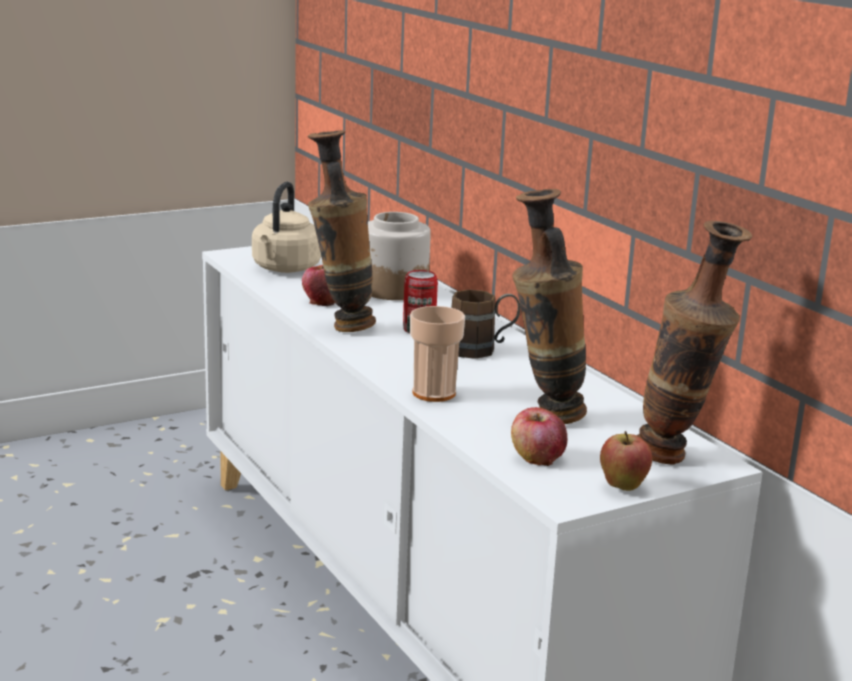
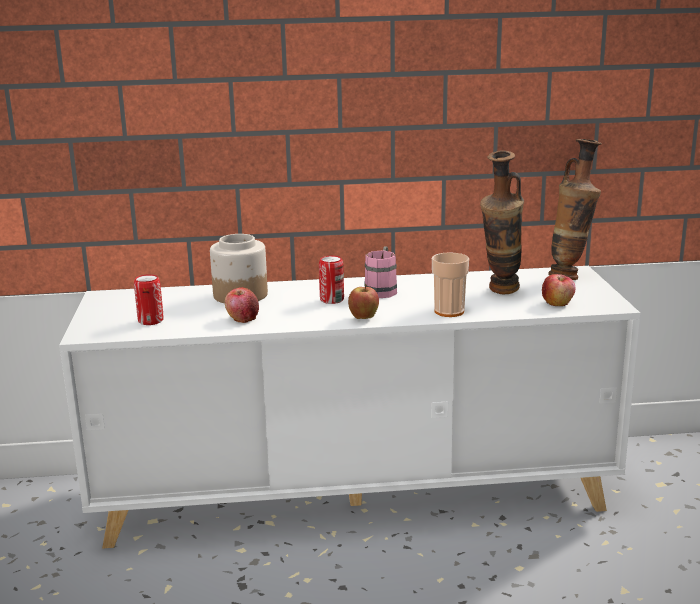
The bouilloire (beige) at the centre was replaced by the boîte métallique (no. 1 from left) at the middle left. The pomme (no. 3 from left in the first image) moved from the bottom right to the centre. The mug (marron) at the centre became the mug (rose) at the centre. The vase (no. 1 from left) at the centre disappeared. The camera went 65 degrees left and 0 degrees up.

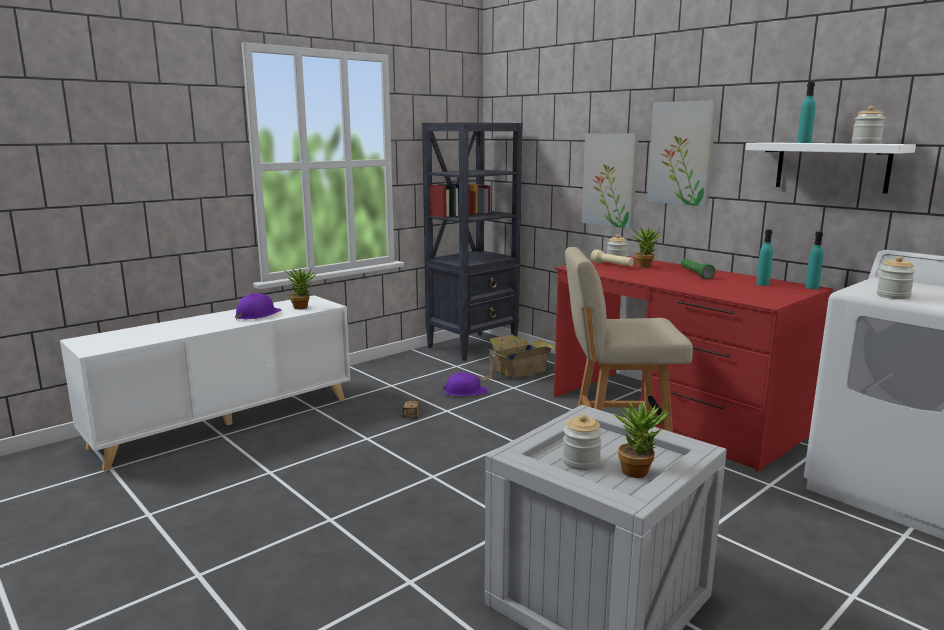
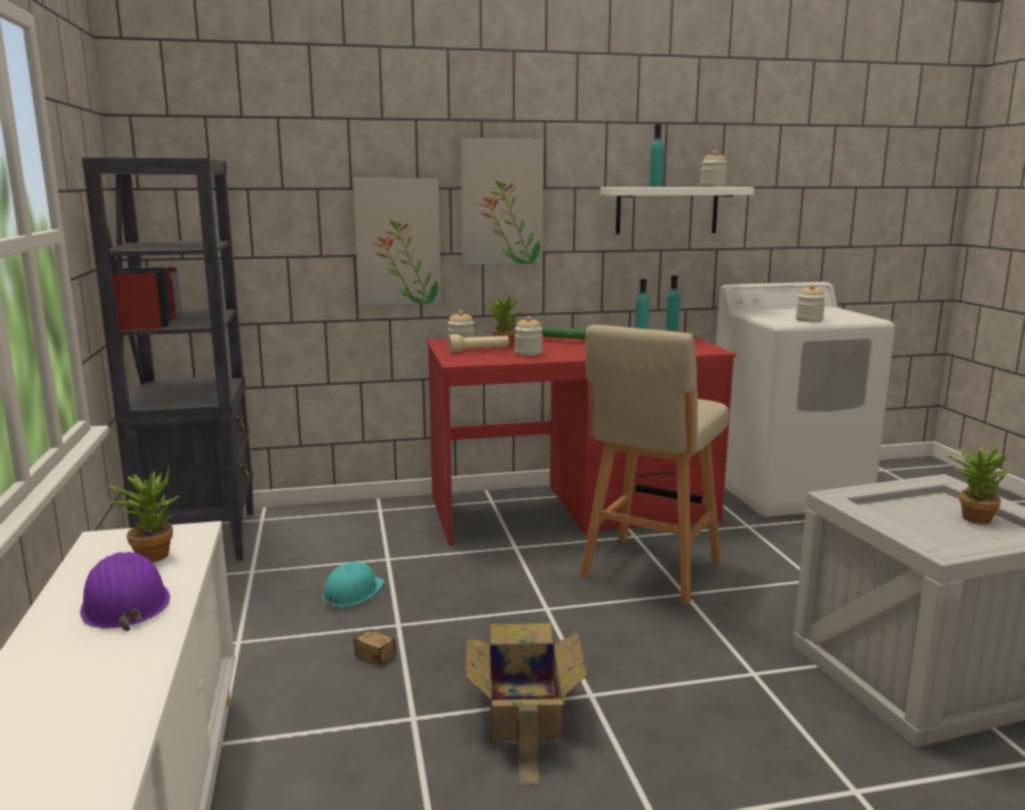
The casque de chantier (violet) (no. 2 from left) at the centre became the casque de chantier (turquoise) at the bottom centre. The carton moved from the centre to the bottom centre. The bocal (no. 1 from left in the first image) moved from the bottom centre to the centre. The camera went 60 degrees left and 0 degrees up.

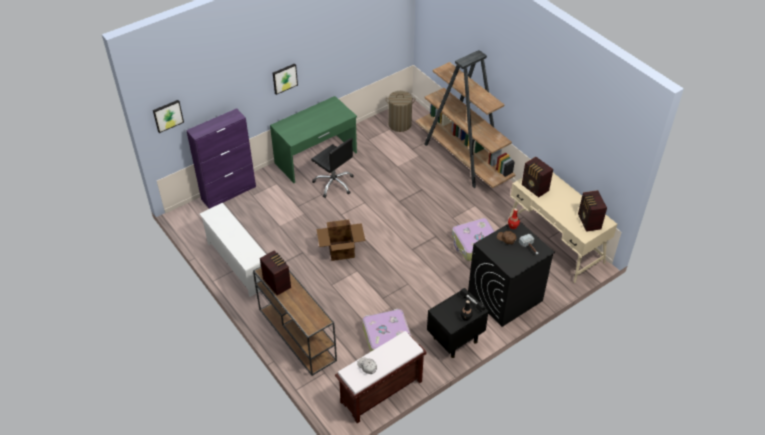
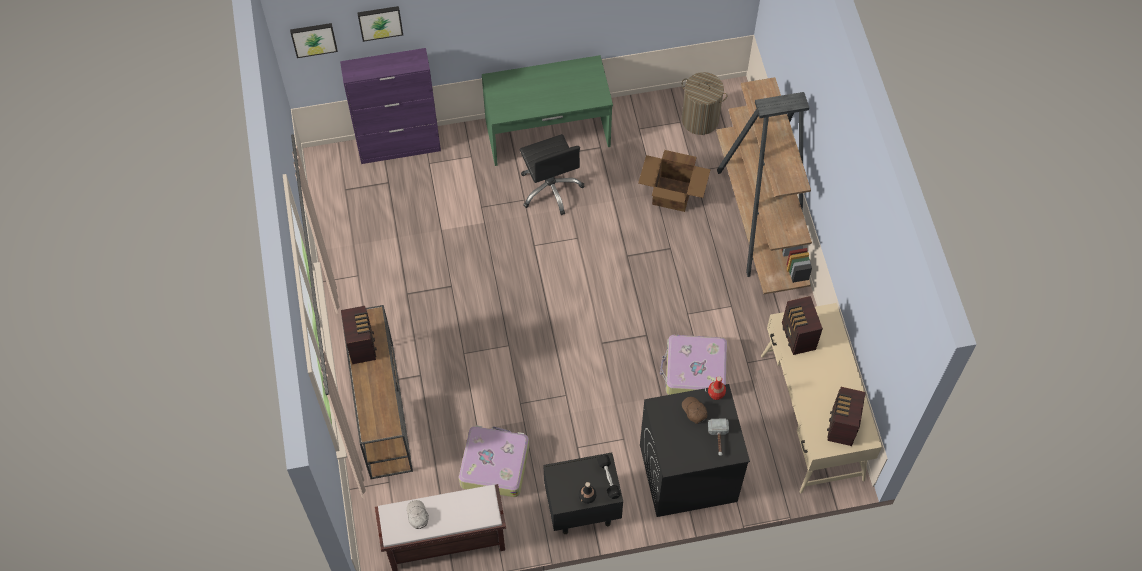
The tableau (no. 2 from left) moved from the top centre to the top left. The carton moved from the centre to the top centre. The étagère à chaussures (blanc) at the middle left disappeared. The camera went 25 degrees right and 15 degrees up.

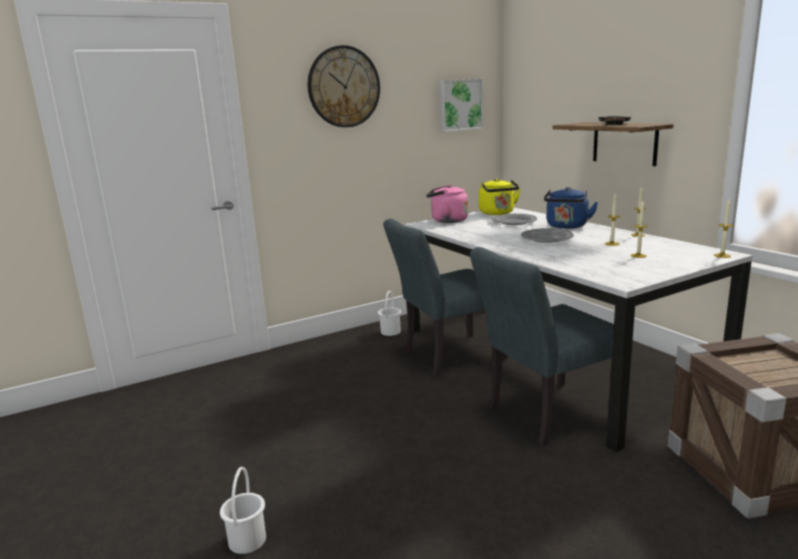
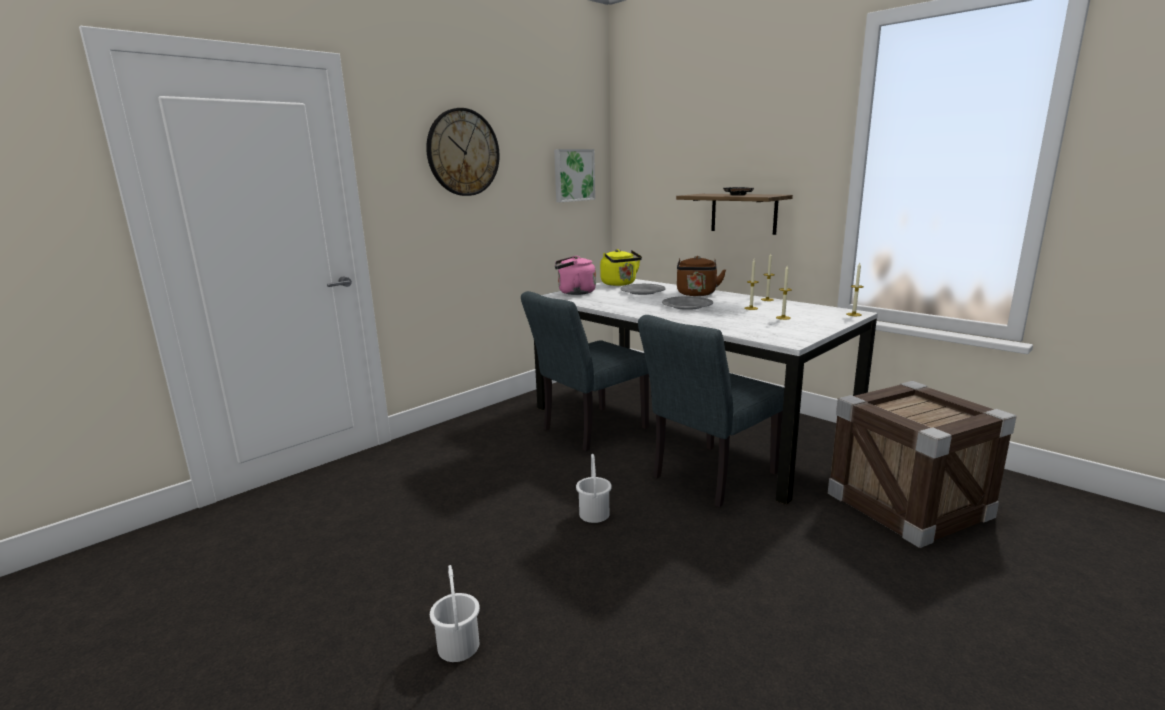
The seau (blanc) (no. 2 from left) moved from the centre to the bottom centre. The bouilloire (bleu) at the middle right became the bouilloire (marron) at the centre. The camera went 15 degrees left and 0 degrees up.

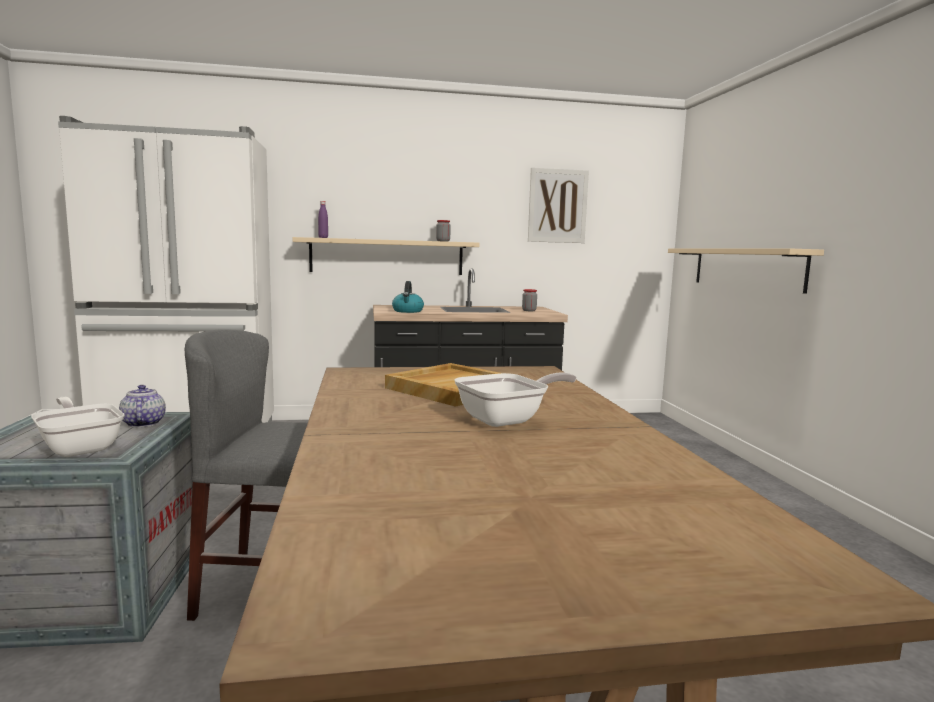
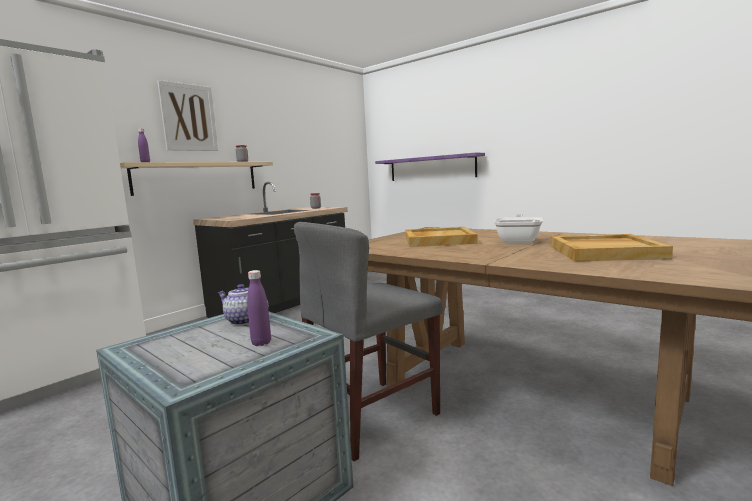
The tableau moved from the top centre to the top left. The poêle (no. 1 from left) at the middle left was replaced by the bouteille (violet) (no. 2 from left) at the centre. The étagère (beige) (no. 2 from left) at the middle right became the étagère (violet) at the centre. The plateau (beige) (no. 2 from left) at the middle right appeared. The bouilloire at the centre disappeared. The camera went 40 degrees left and 0 degrees up.

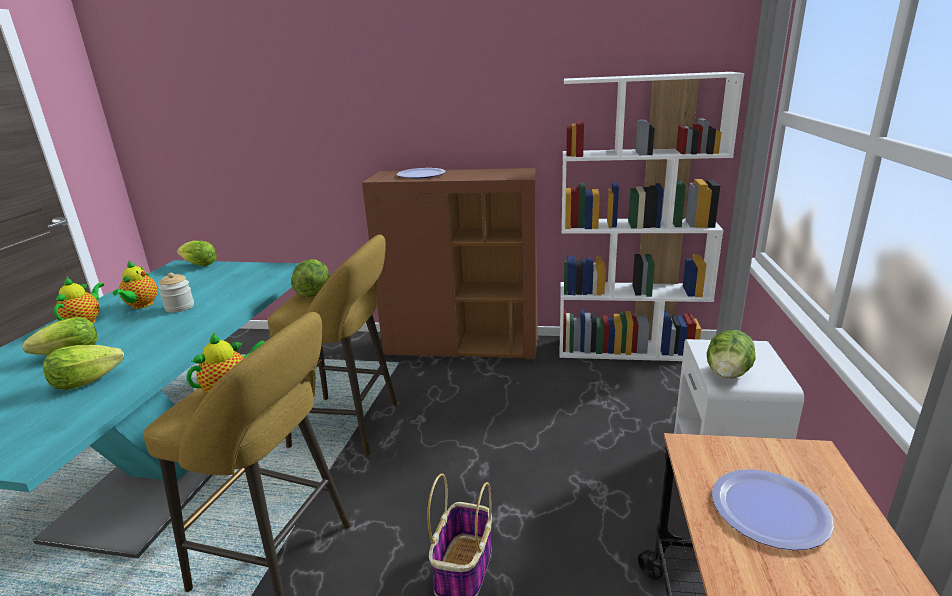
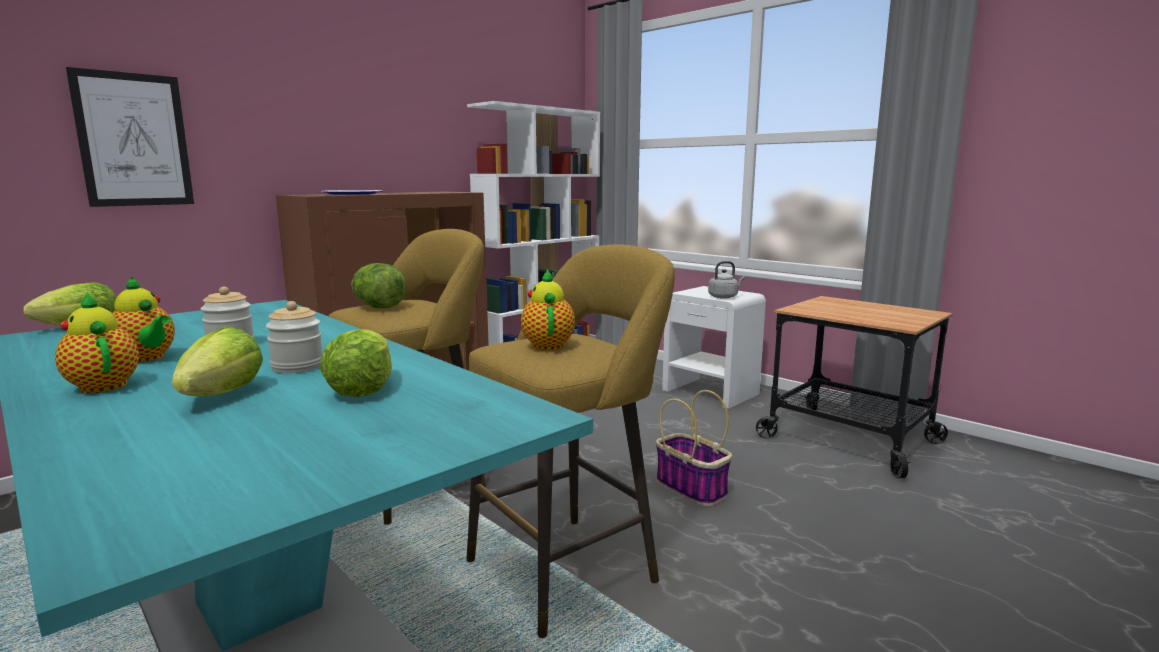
The tableau at the top left appeared. The bocal (no. 2 from left) at the middle left appeared. The laitue (no. 5 from left) at the middle right was replaced by the bouilloire (gris) at the centre. The assiette (no. 2 from left) at the bottom right disappeared. The camera went 55 degrees left and 10 degrees down.

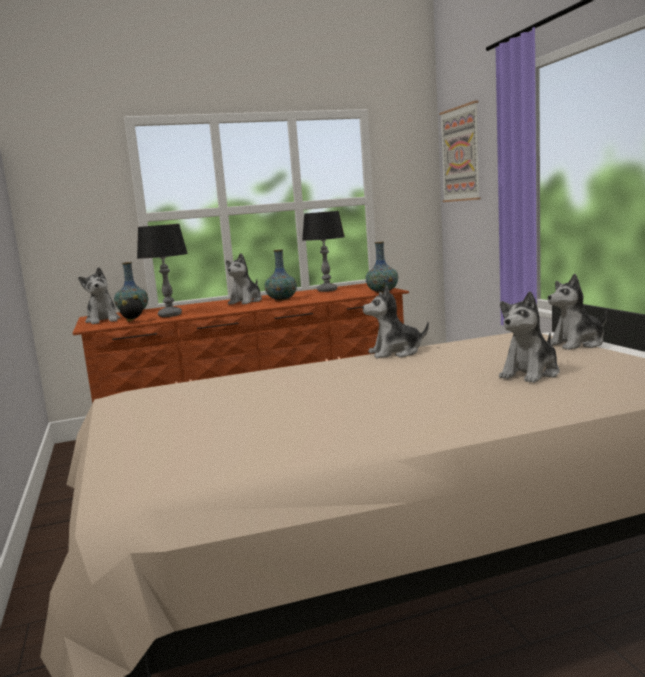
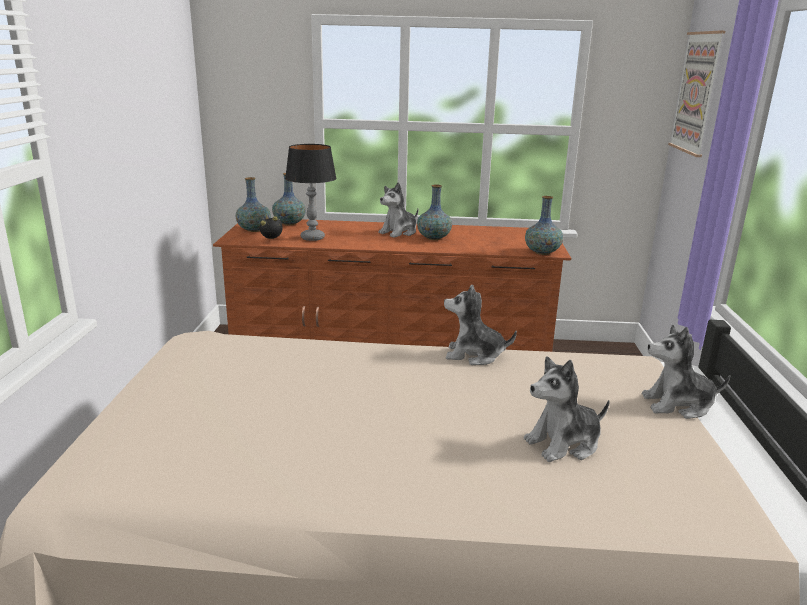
The peluche (no. 1 from left) at the middle left was replaced by the vase (no. 1 from left) at the middle left. The lampe de table (no. 2 from left) at the centre disappeared. The camera went 20 degrees right and 10 degrees up.

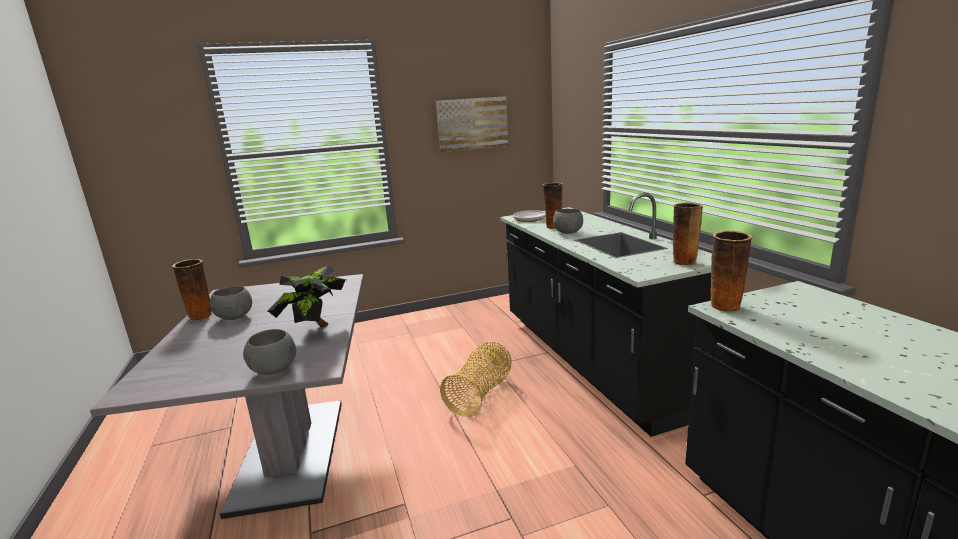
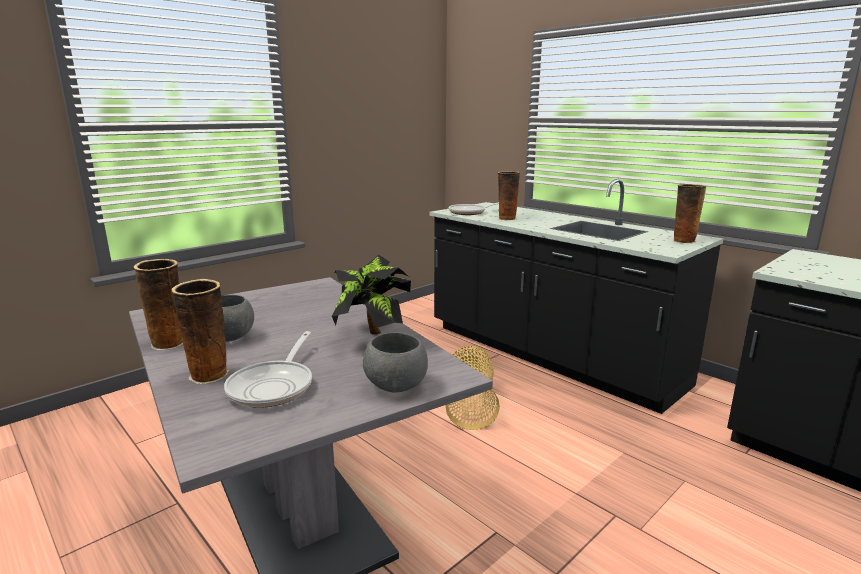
The vase (no. 4 from left in the first image) moved from the middle right to the middle left. The poêle (no. 1 from left) at the middle left appeared. The tableau at the top centre disappeared. The bol (gris) (no. 3 from left) at the centre disappeared. The camera went 25 degrees left and 0 degrees up.

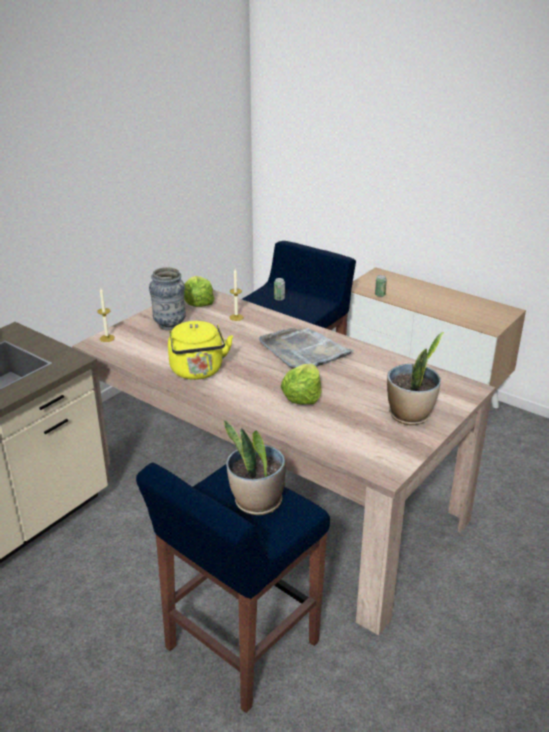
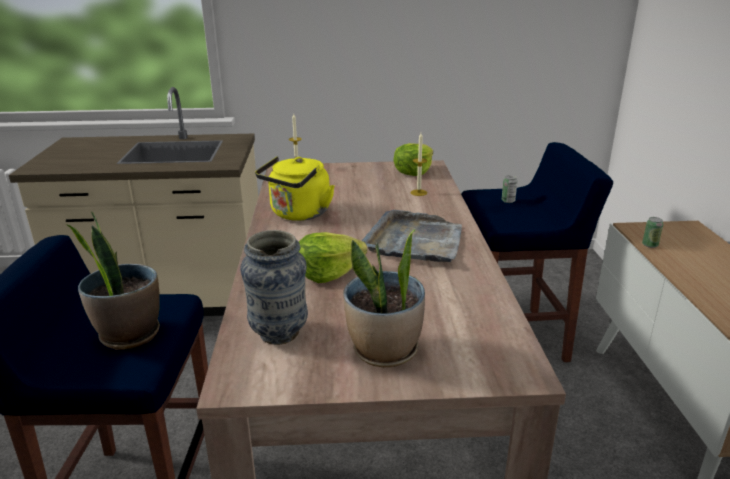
The vase moved from the middle left to the centre. The camera went 50 degrees right and 5 degrees down.

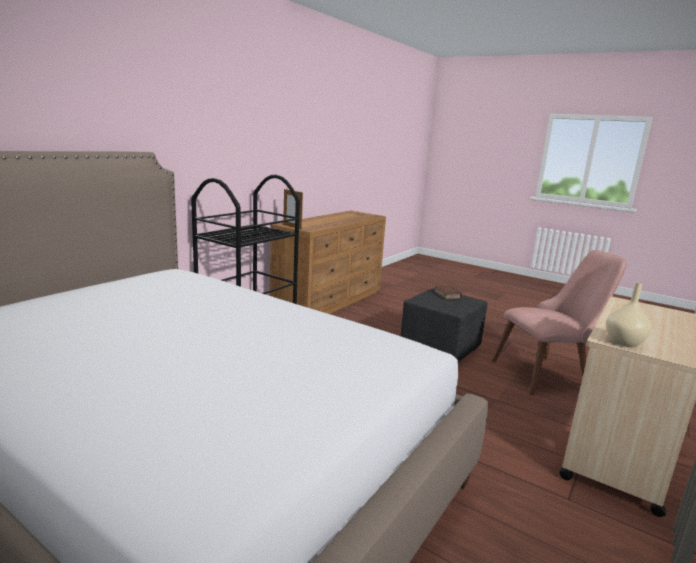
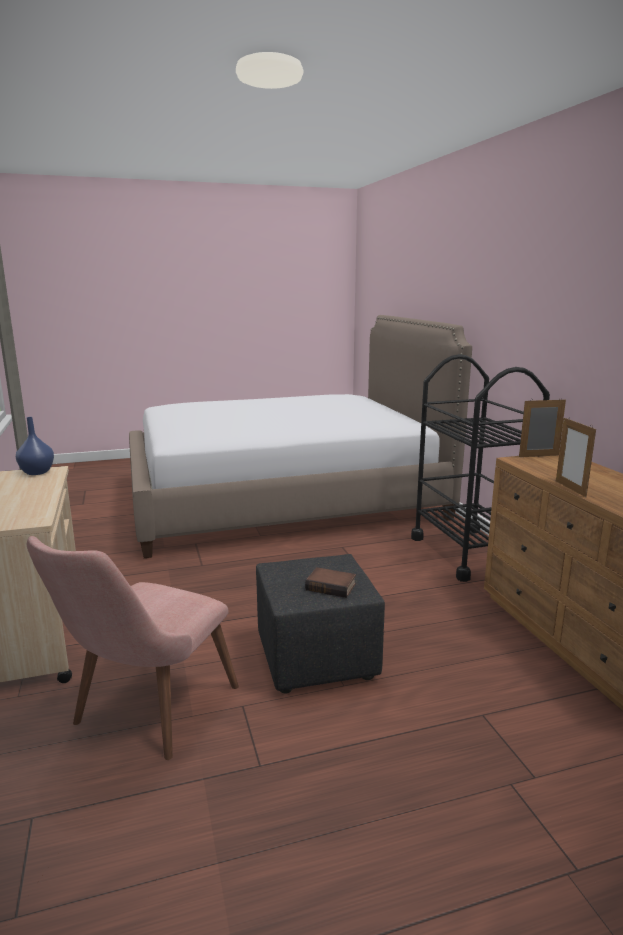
The vase (beige) at the middle right became the vase (bleu) at the middle left. The cadre photo (no. 2 from left) at the middle right appeared. The camera went 130 degrees right and 0 degrees up.

